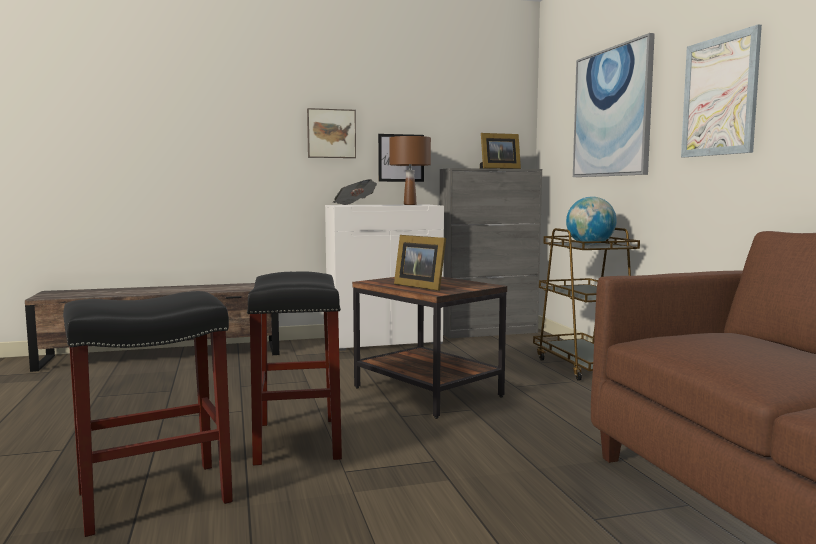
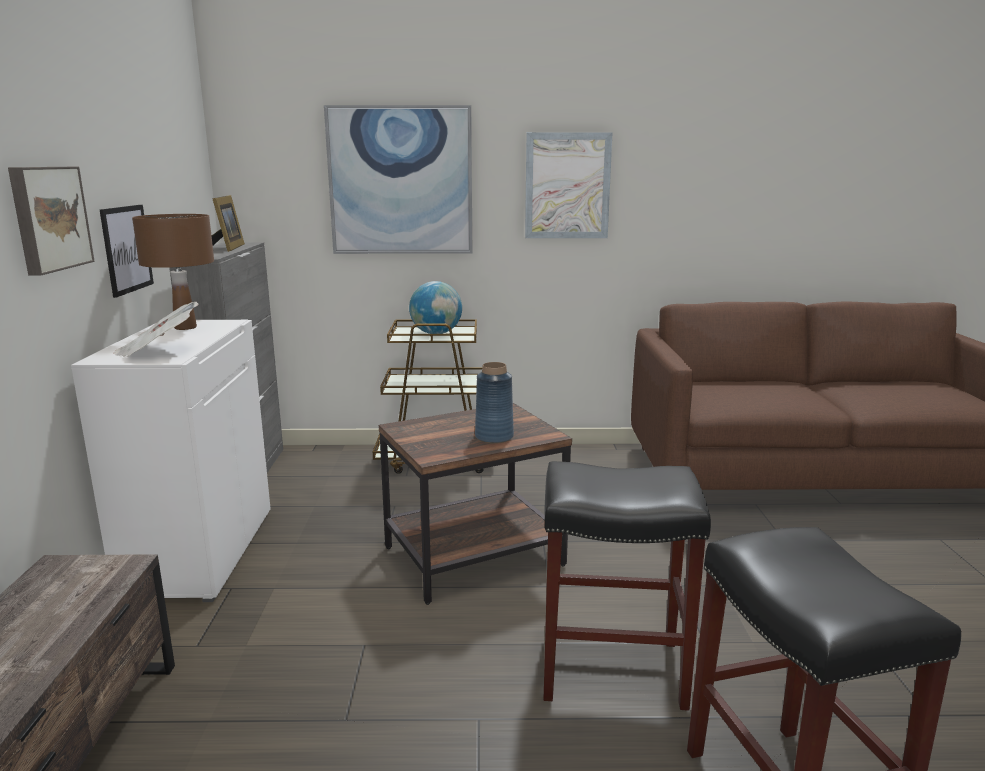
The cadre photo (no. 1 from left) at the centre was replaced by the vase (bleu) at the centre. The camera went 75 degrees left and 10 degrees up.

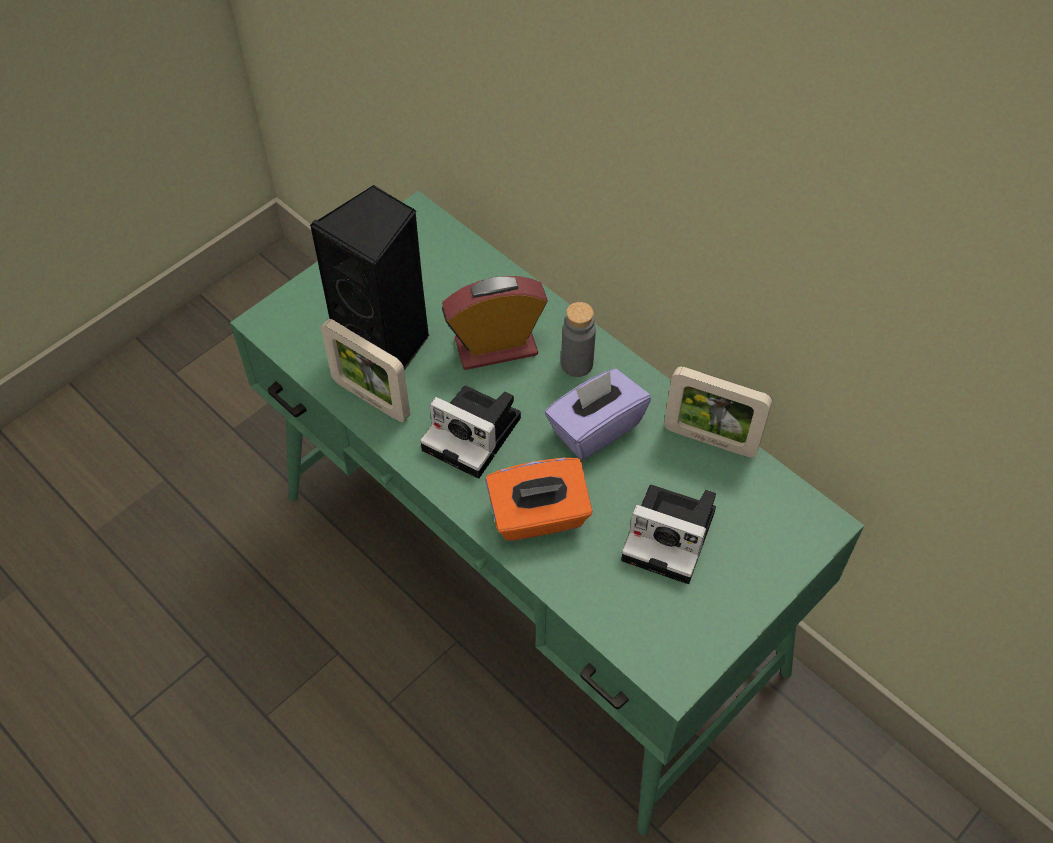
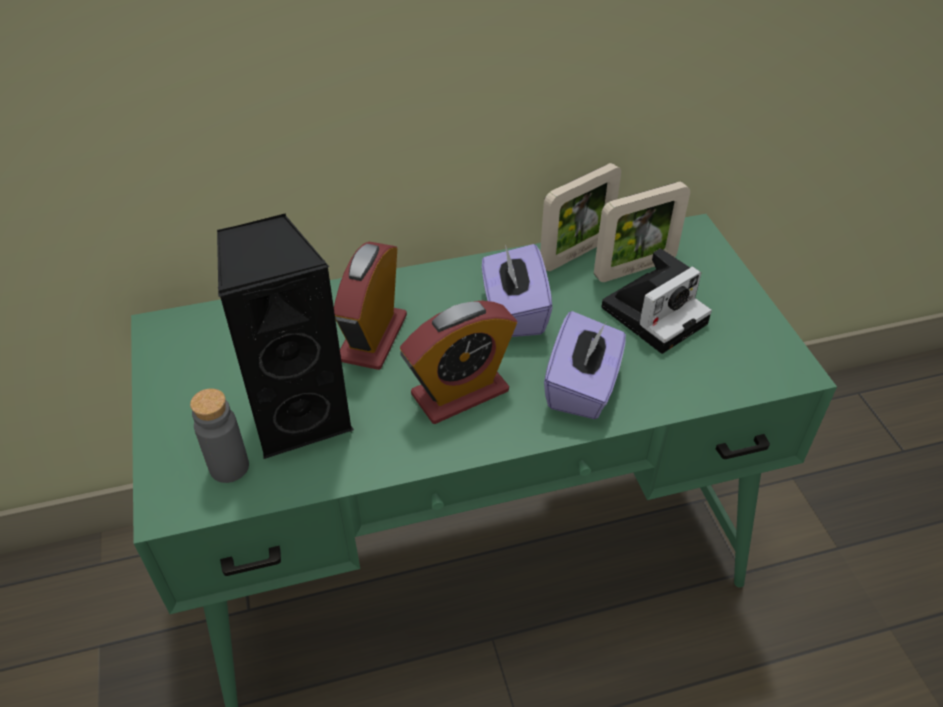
The bouteille (gris) moved from the centre to the middle left. The appareil photo (no. 1 from left) at the centre was replaced by the réveil (no. 2 from left) at the centre. The boîte à mouchoirs (orange) at the centre became the boîte à mouchoirs (violet) (no. 2 from left) at the centre. The cadre photo (no. 1 from left in the first image) moved from the centre to the top right. The camera went 60 degrees left and 10 degrees down.

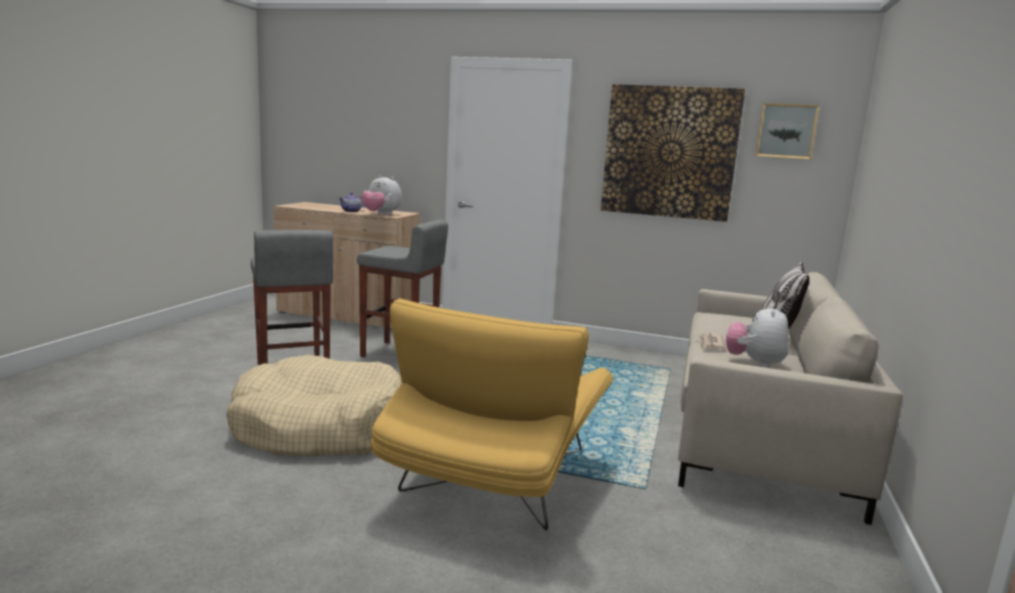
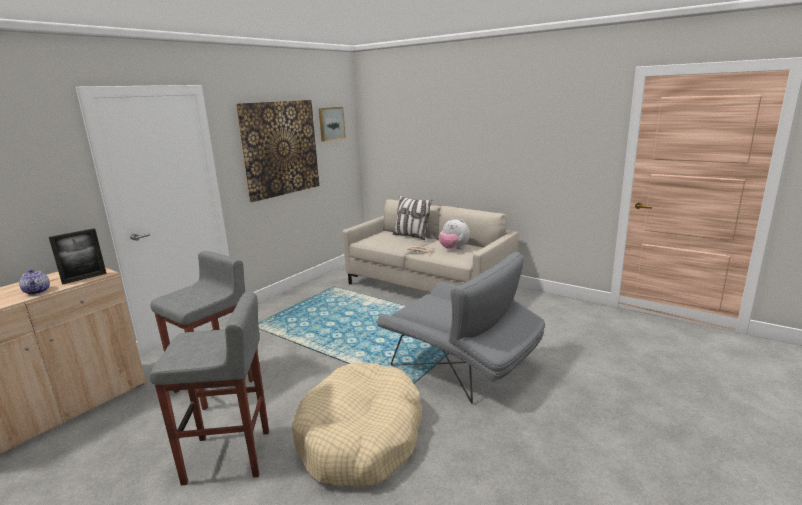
The peluche (no. 1 from left) at the top centre was replaced by the cadre photo at the middle left. The fauteuil (jaune) at the bottom centre became the fauteuil (gris) at the centre. The camera went 70 degrees left and 5 degrees up.

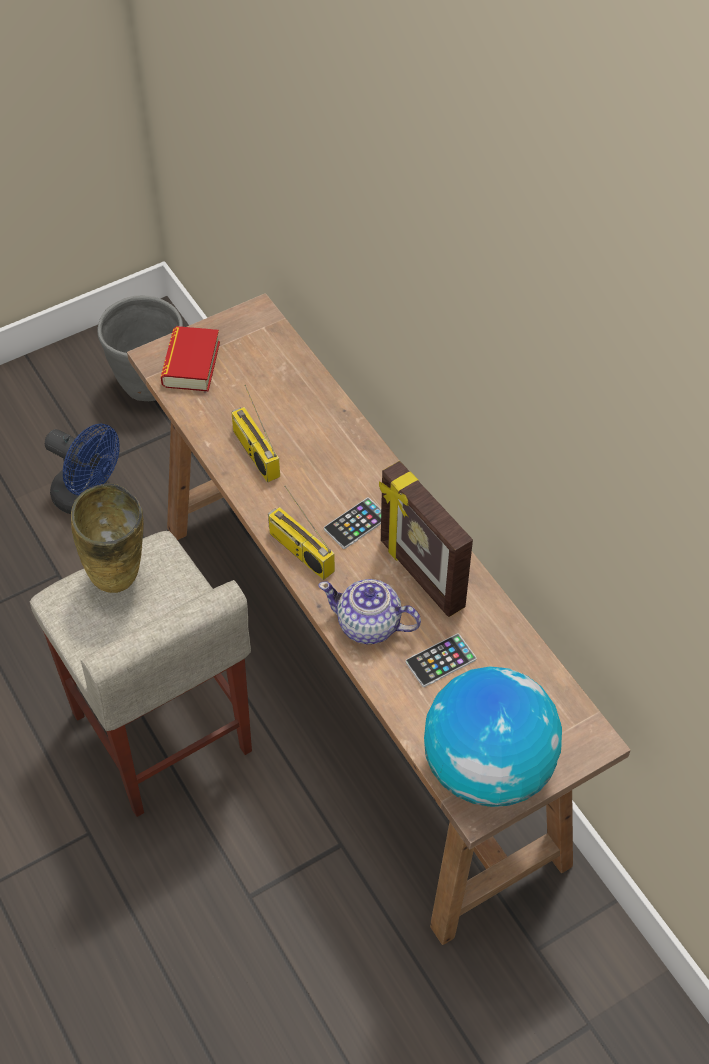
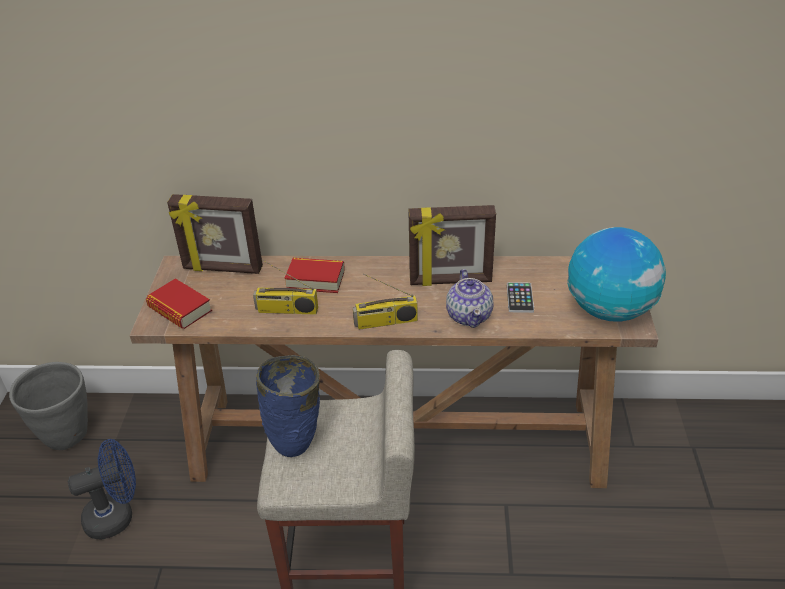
The cadre photo (no. 1 from left) at the middle left appeared. The vase (beige) at the middle left became the vase (bleu) at the bottom centre. The livre (no. 2 from left) at the centre appeared. The théière at the centre turned 60 degrees counterclockwise. The téléphone (no. 1 from left) at the centre disappeared. The camera went 55 degrees left and 15 degrees down.

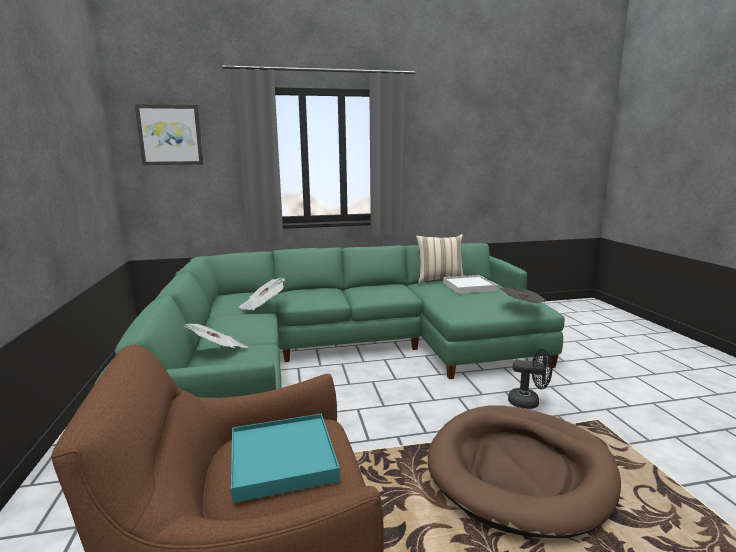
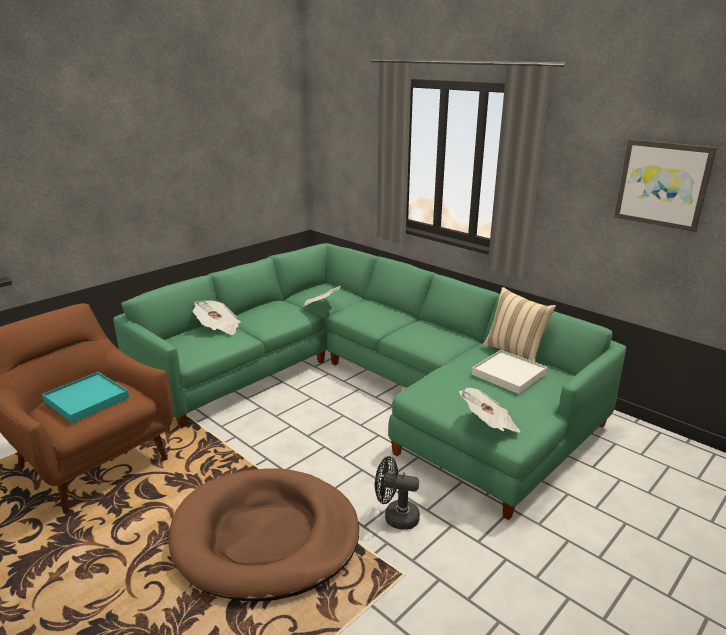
The ventilateur (noir) at the bottom right turned 120 degrees clockwise. The tableau moved from the top left to the top right. The camera went 55 degrees right and 10 degrees up.

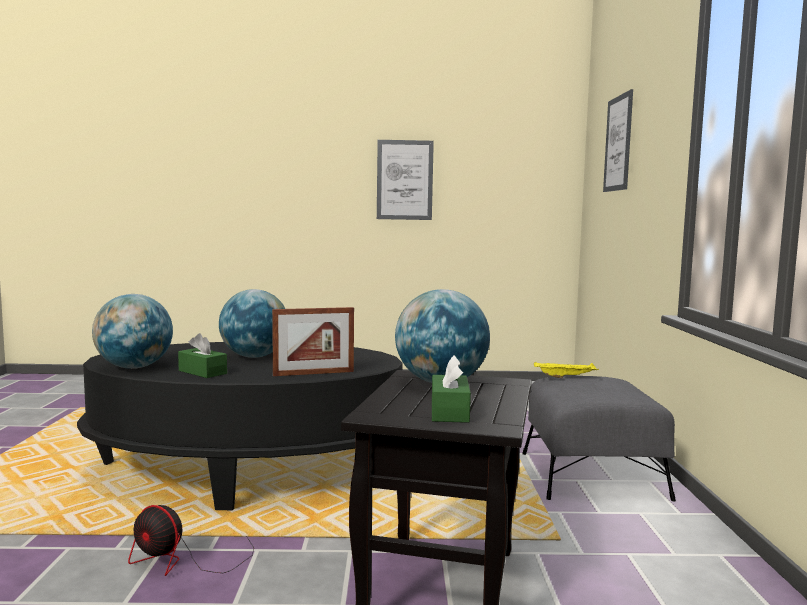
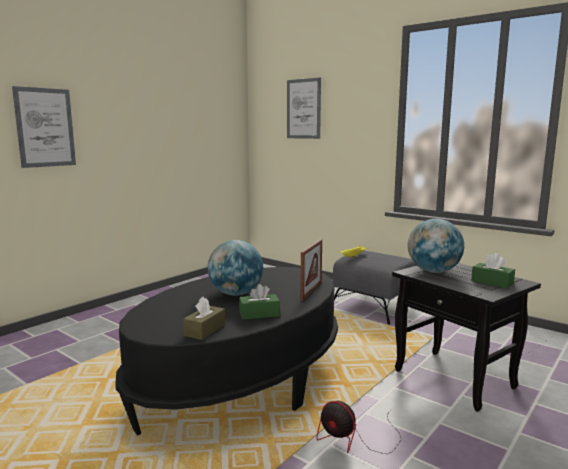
The tableau (no. 1 from left) moved from the top centre to the top left. The globe (no. 1 from left) at the middle left was replaced by the boîte à mouchoirs (marron) at the bottom centre. The ventilateur at the bottom left turned 60 degrees clockwise. The camera went 50 degrees left and 5 degrees up.

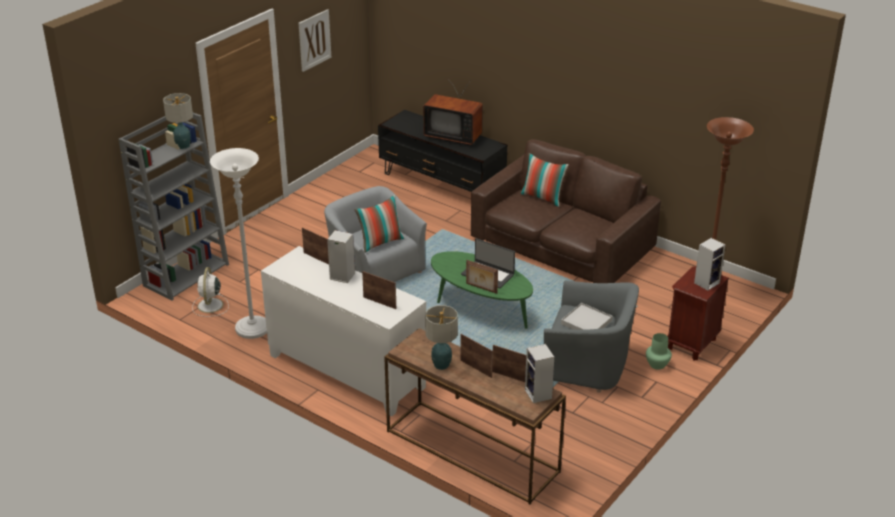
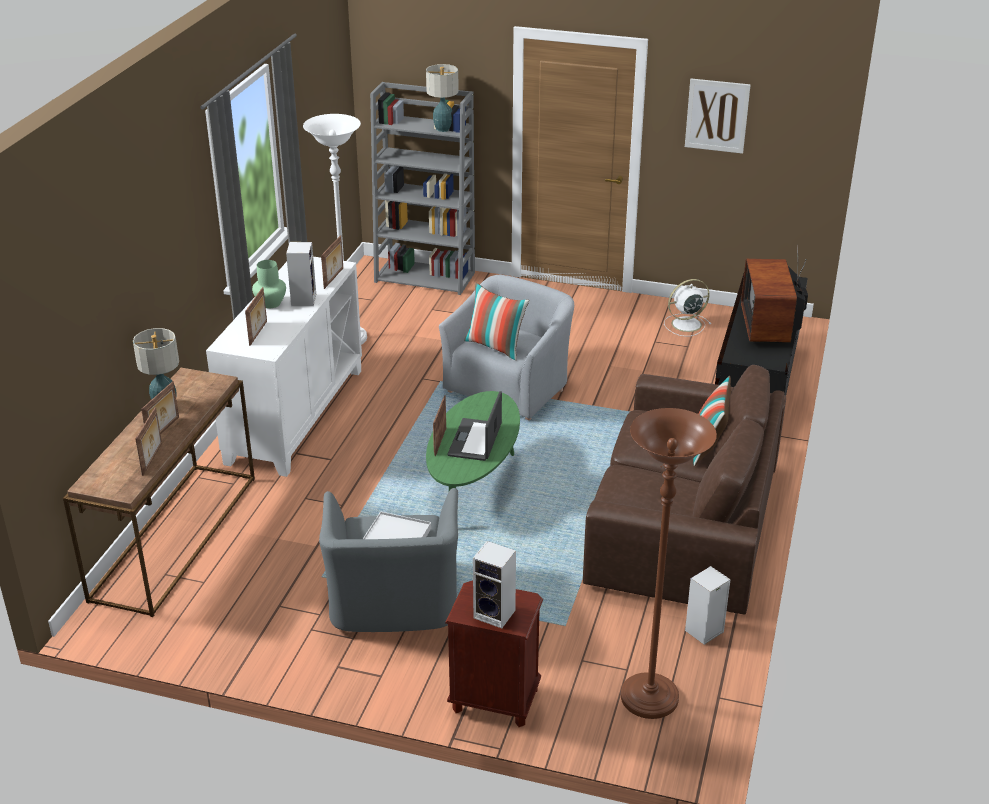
The vase (vert) moved from the bottom right to the middle left. The ventilateur (blanc) moved from the middle left to the middle right. The enceinte (no. 2 from left in the first image) moved from the bottom centre to the bottom right. The camera went 70 degrees right and 0 degrees up.

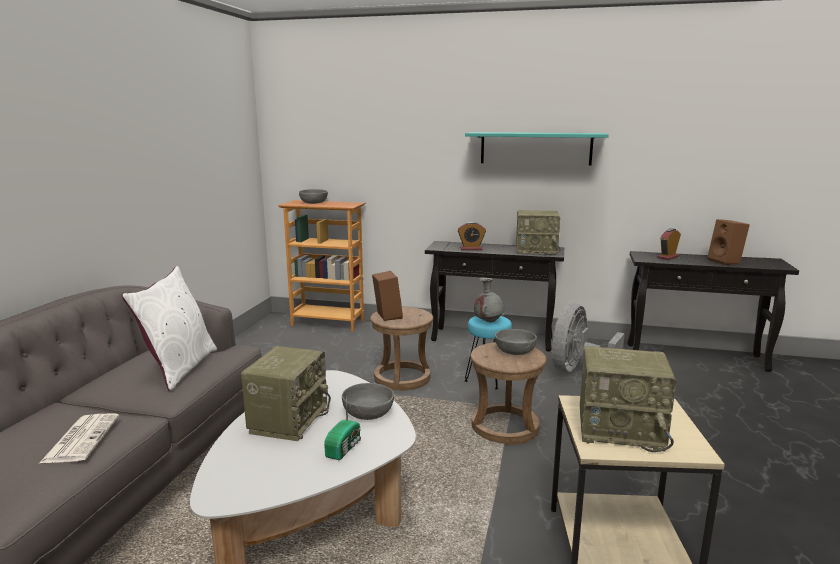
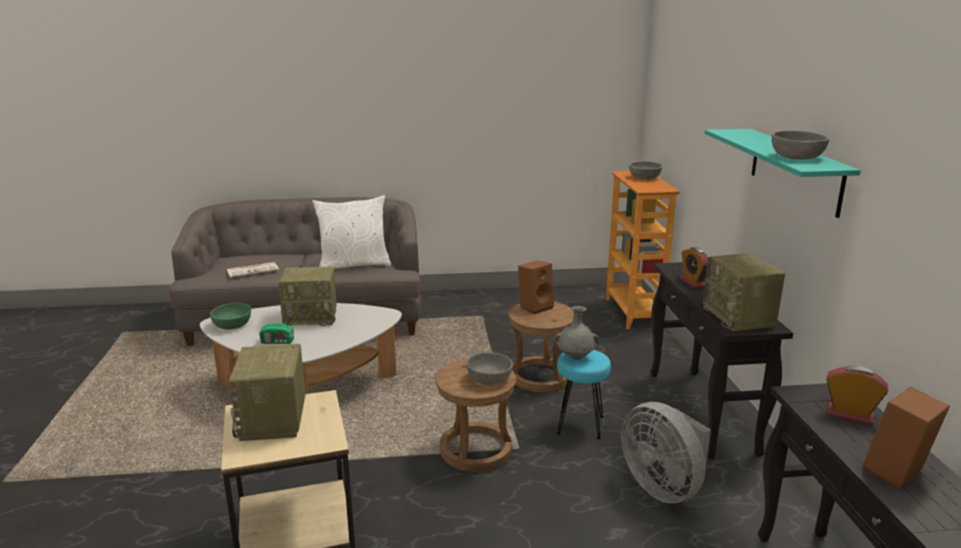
The bol (vert) at the middle left appeared. The ventilateur (gris) at the middle right turned 135 degrees counterclockwise. The bol (gris) (no. 2 from left in the first image) moved from the bottom centre to the top right. The camera went 70 degrees right and 5 degrees up.

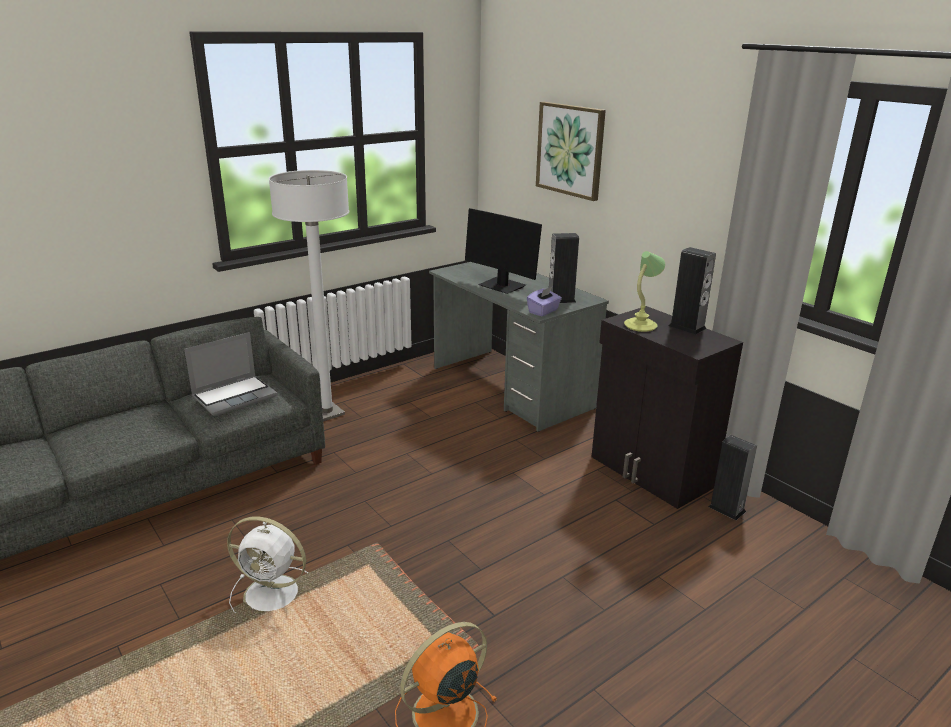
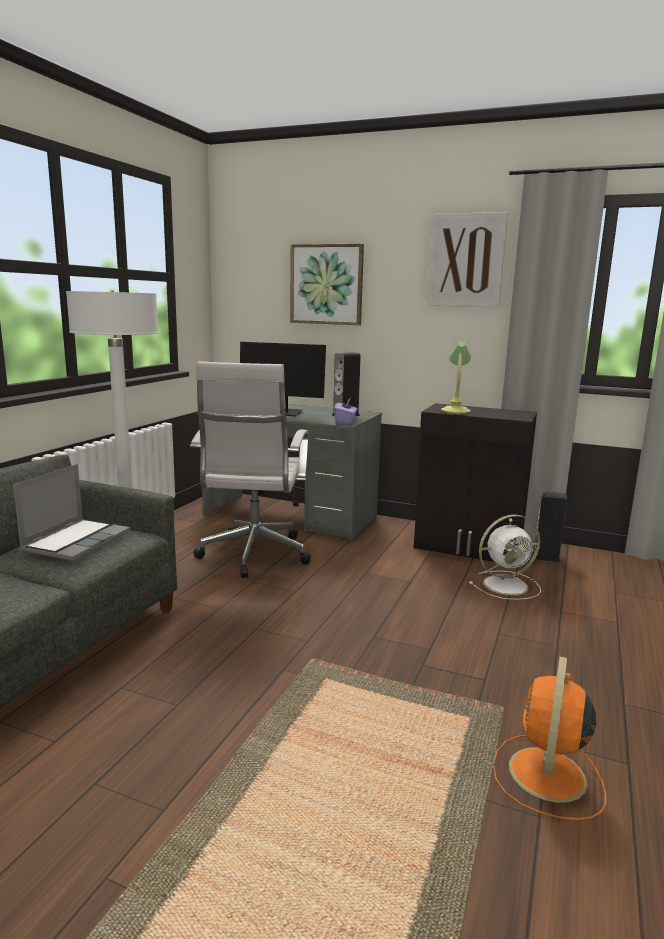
The chaise de bureau (blanc) at the centre appeared. The tableau (no. 2 from left) at the top right appeared. The ventilateur (blanc) moved from the bottom left to the middle right. The enceinte (no. 2 from left) at the middle right disappeared. The camera went 30 degrees left and 10 degrees down.

